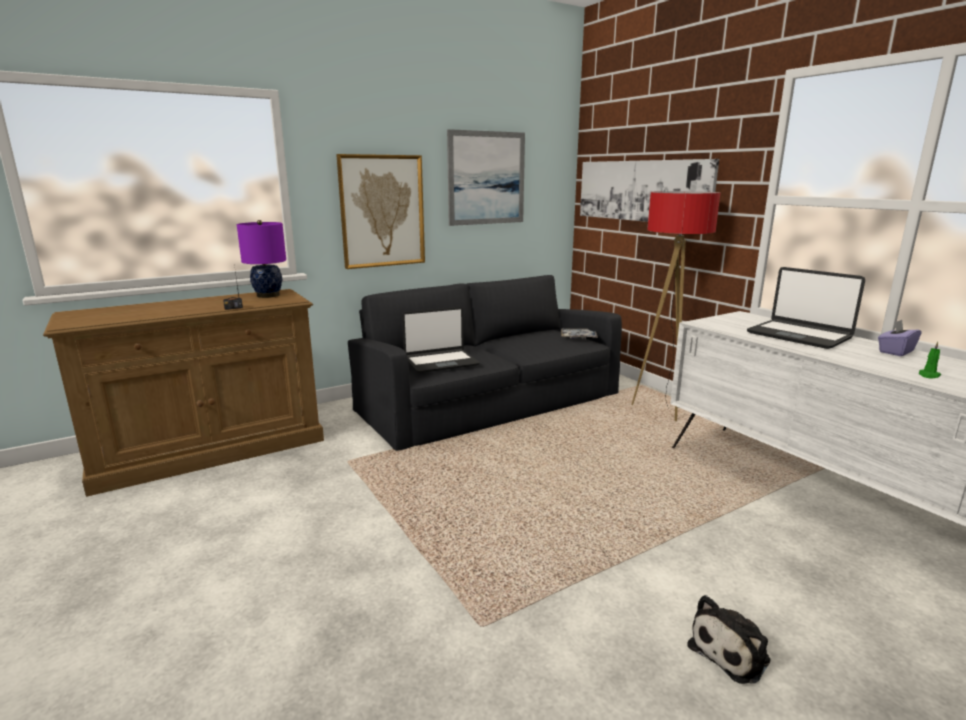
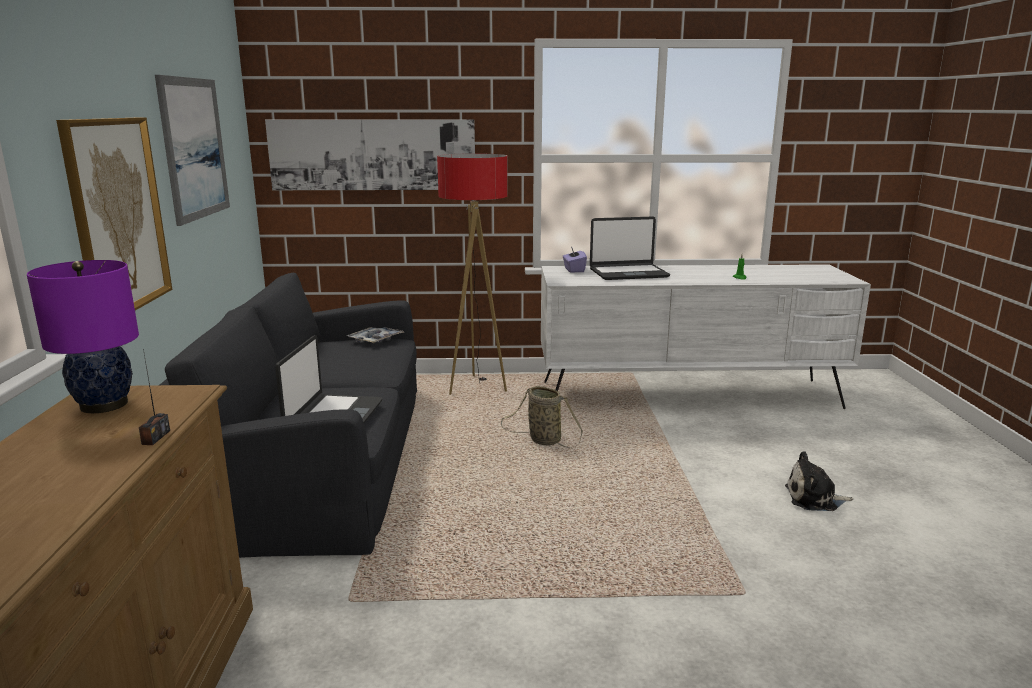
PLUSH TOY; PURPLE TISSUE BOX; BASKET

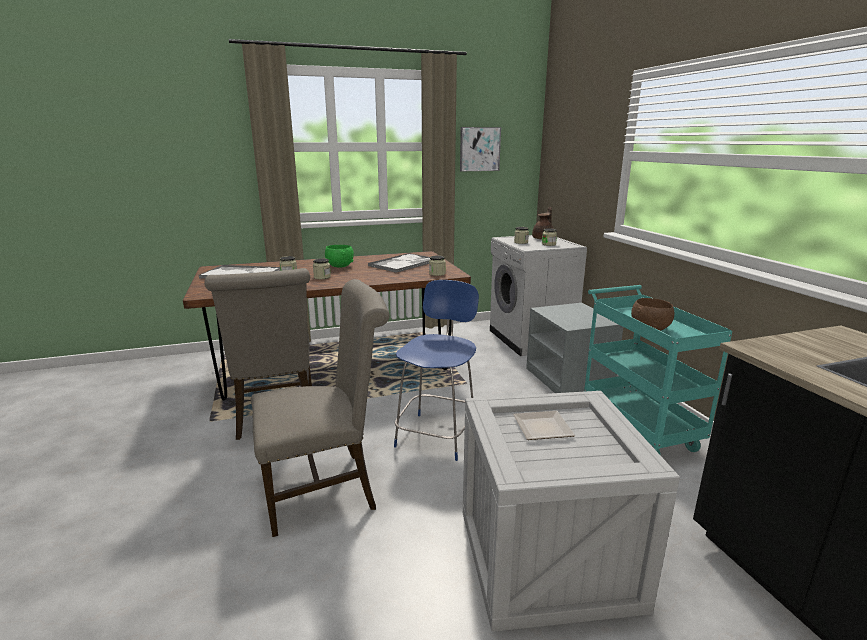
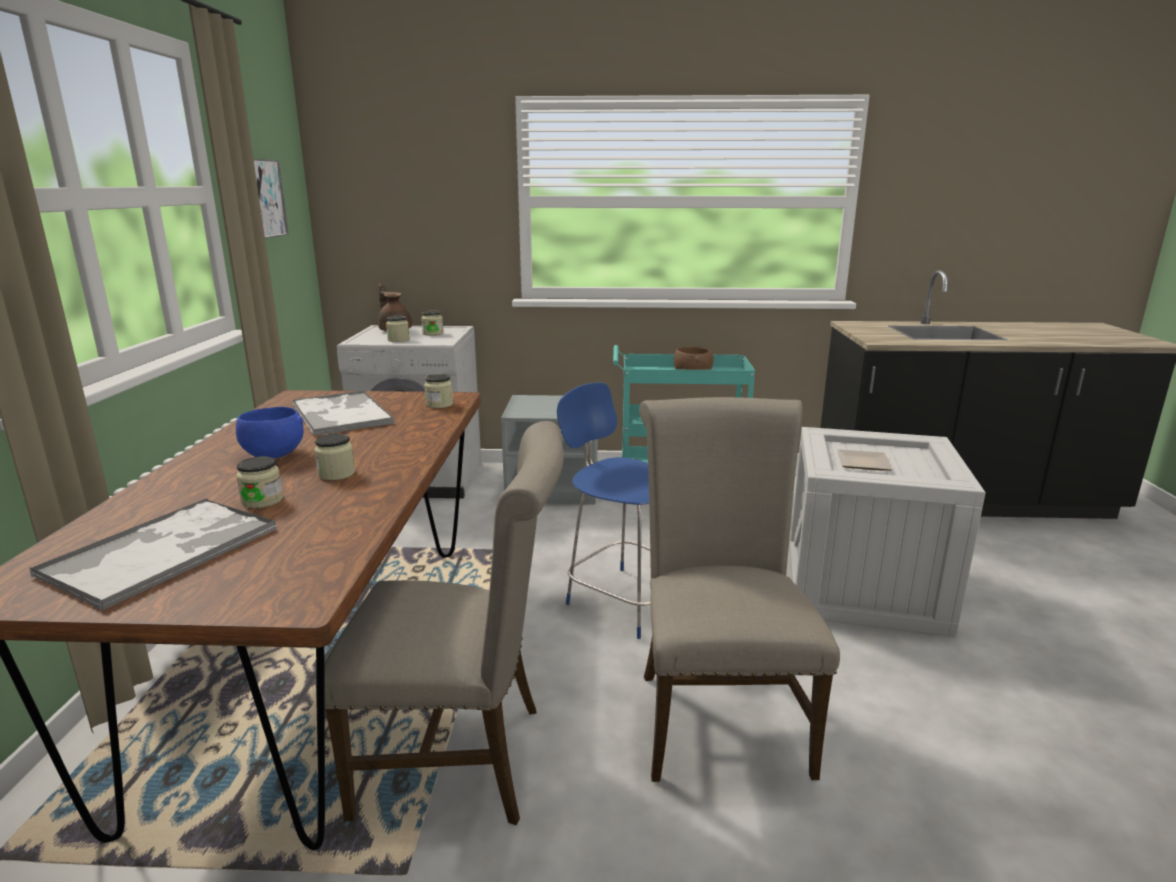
BLUE BOWL

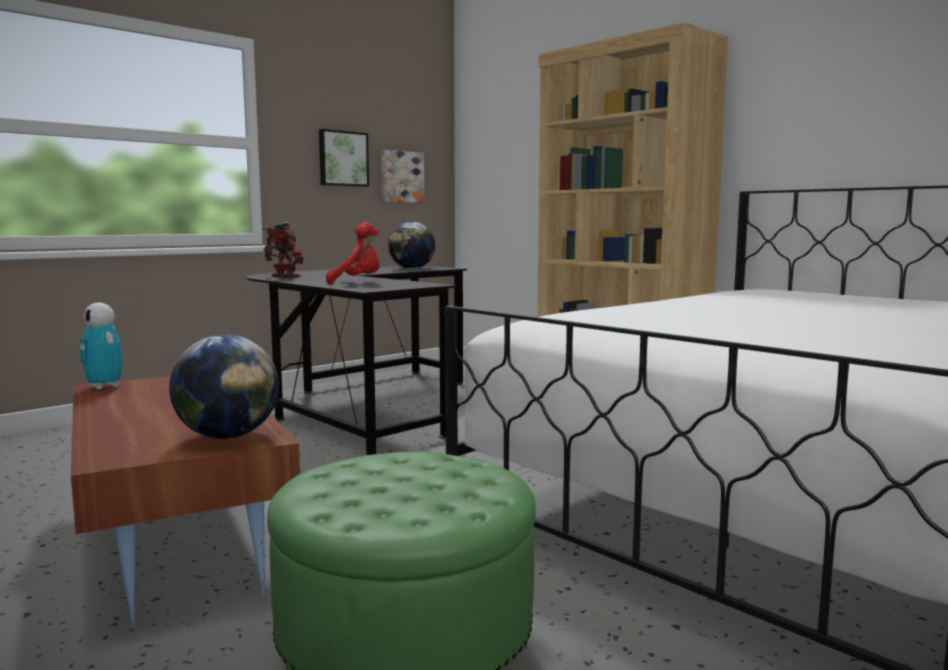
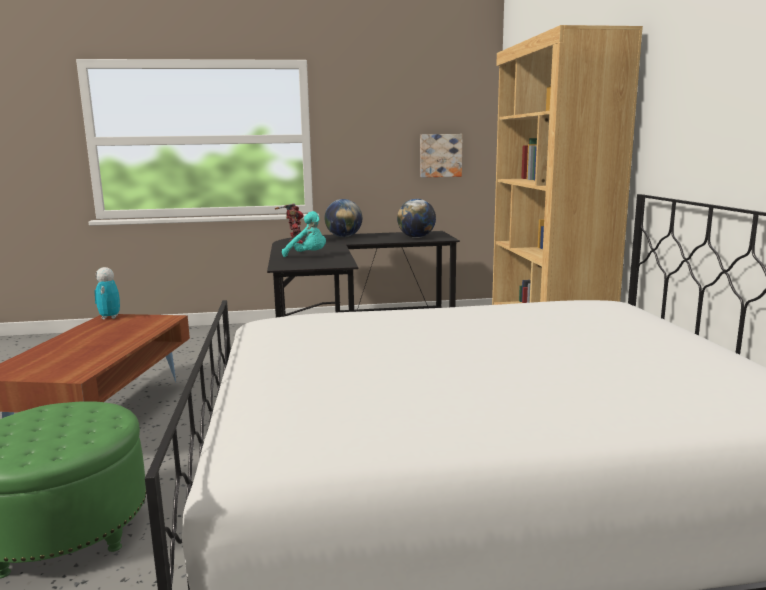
GLOBE (1st from left); PICTURE (1st from left in the first image); TURQUOISE PLUSH TOY

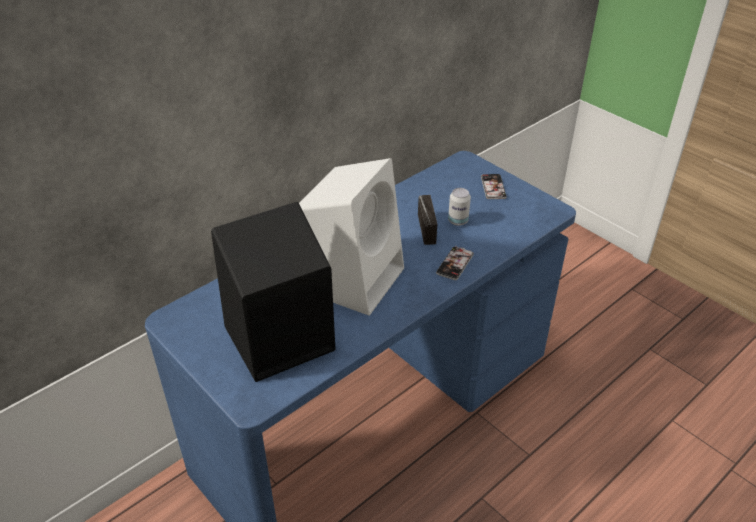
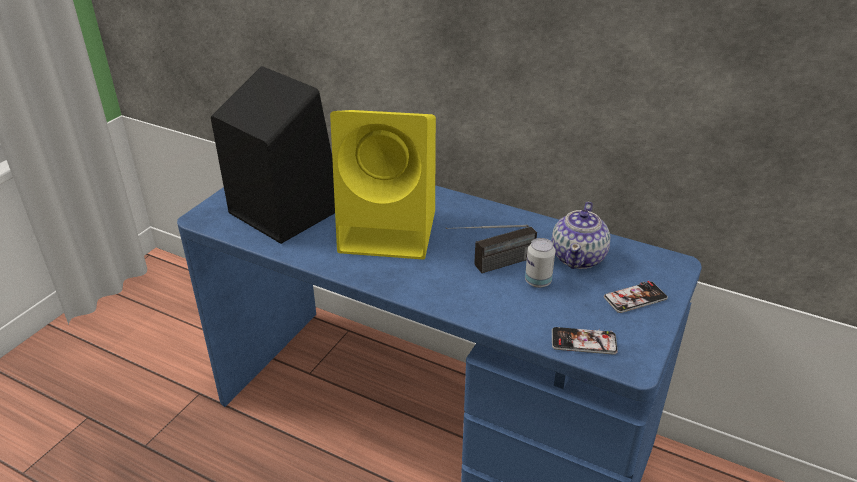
YELLOW SPEAKER; PHONE (1st from left); TEAPOT

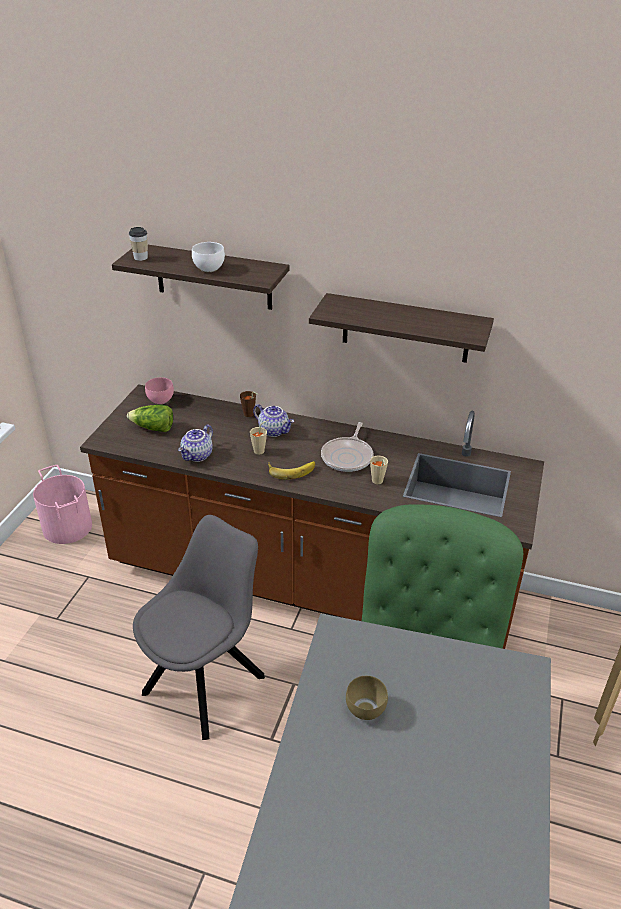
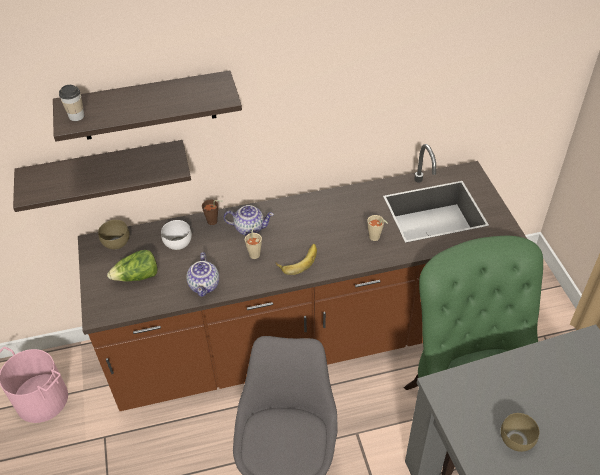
BROWN BOWL (1st from left); WHITE BOWL; SHELF (1st from left); FRYING PAN

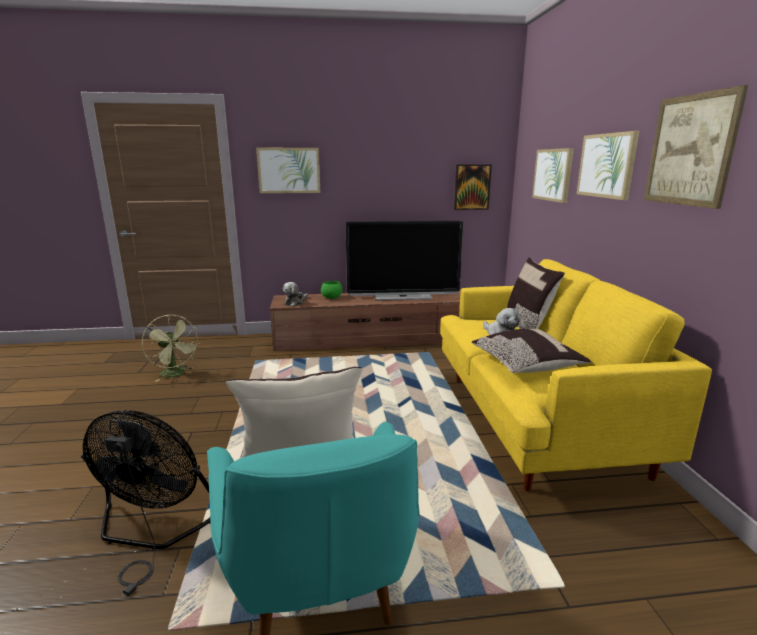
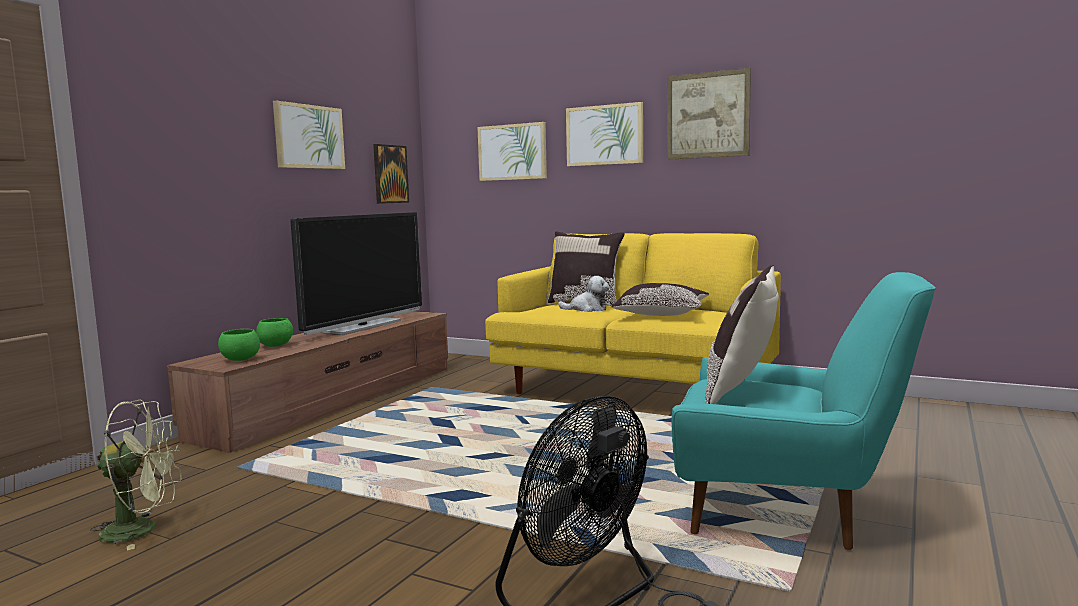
PICTURE (1st from left); GREEN BOWL (1st from left)

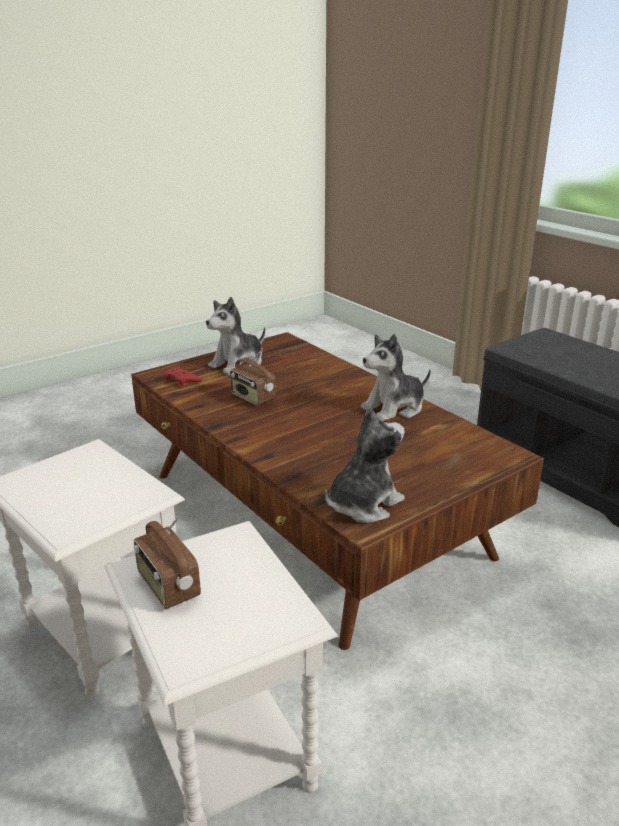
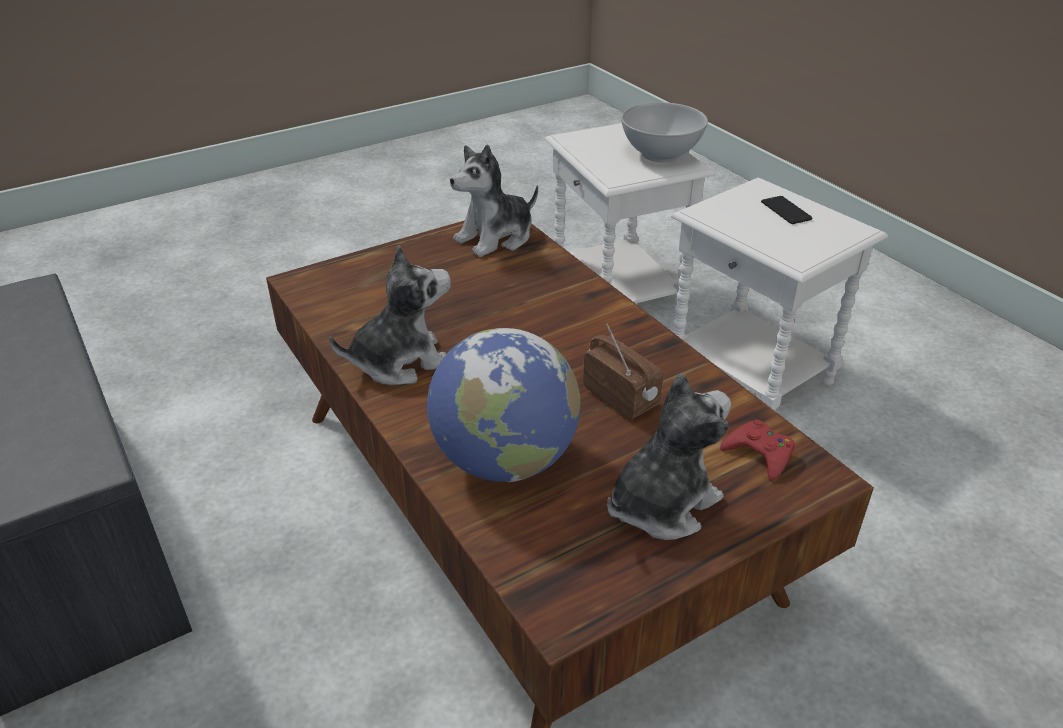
WHITE BOWL; GLOBE; PHONE

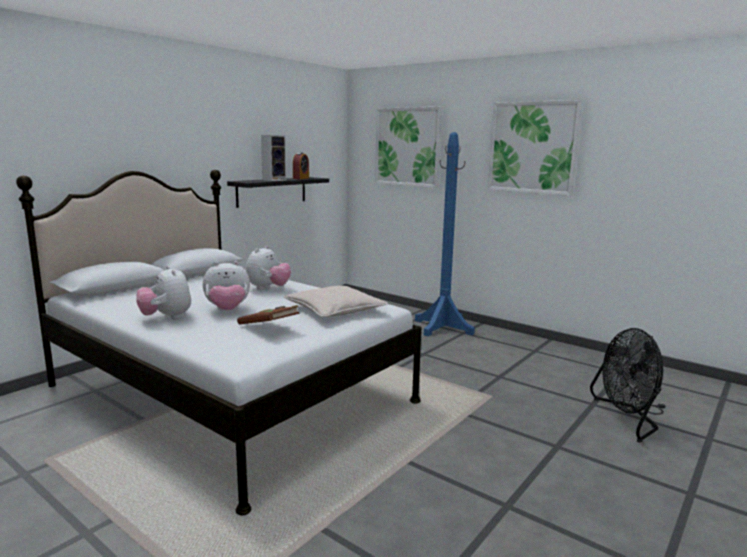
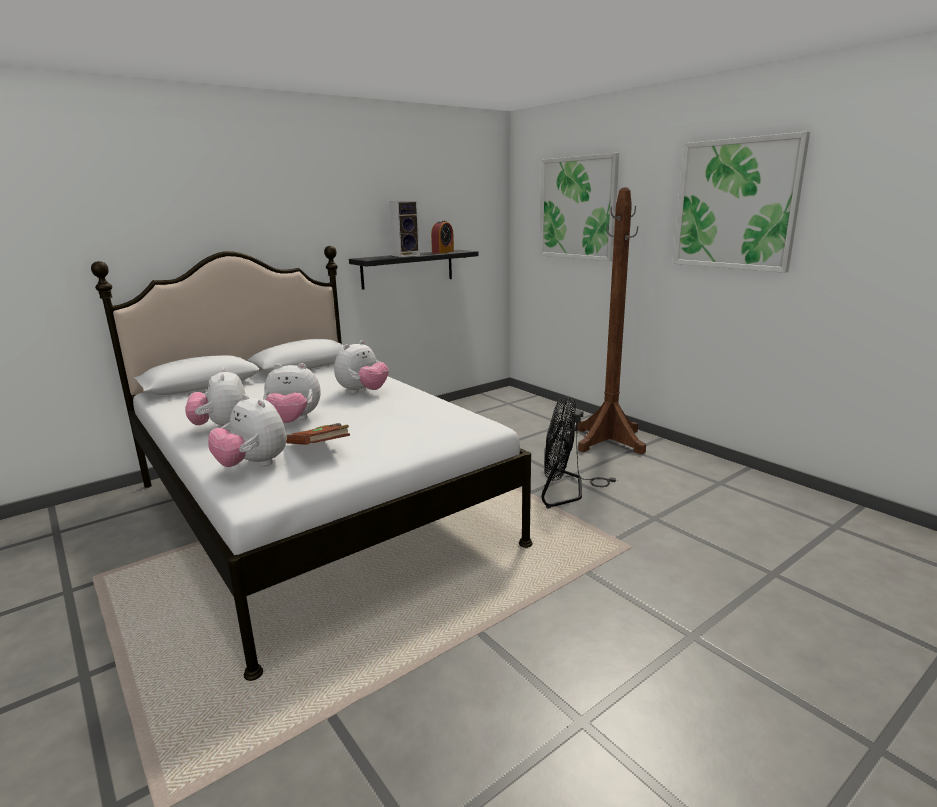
BEIGE PILLOW; BROWN CLOTHES RACK; BLACK FAN; PLUSH TOY (2nd from left)

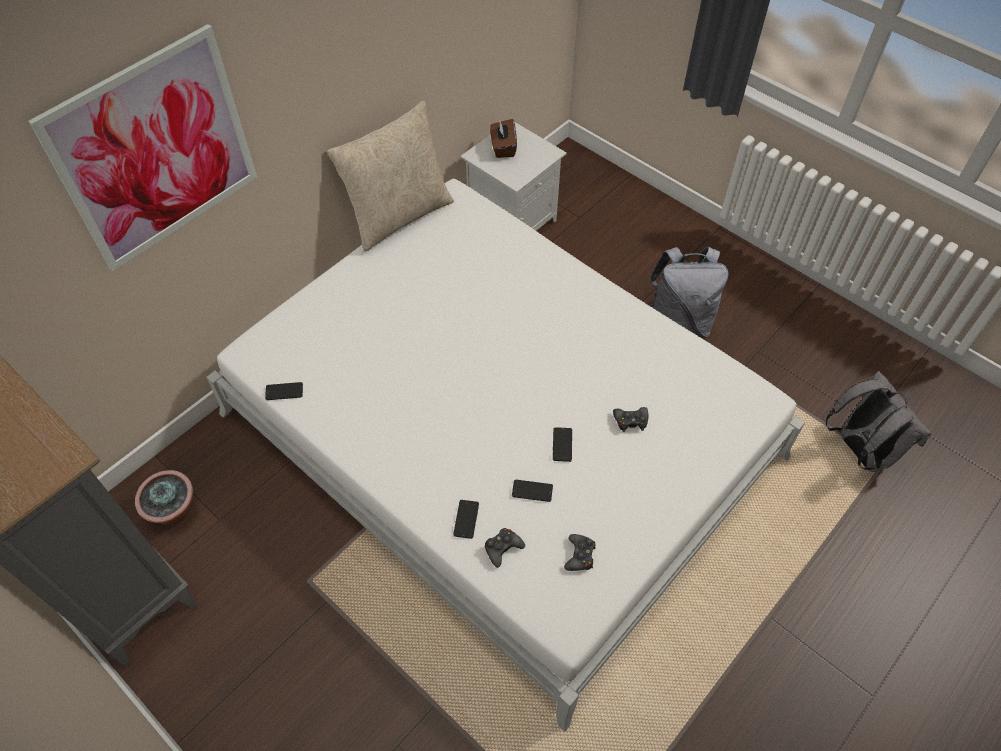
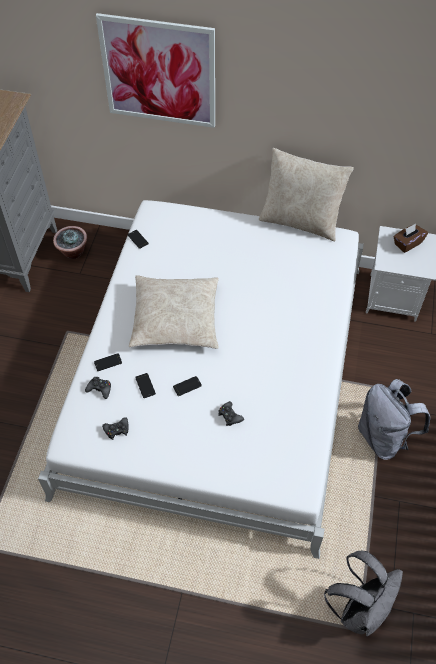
BEIGE PILLOW (1st from left)

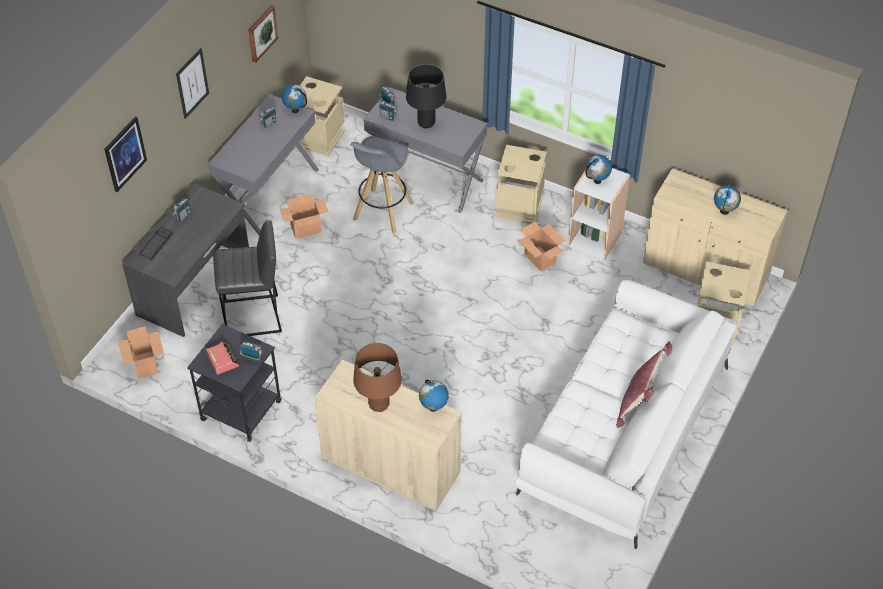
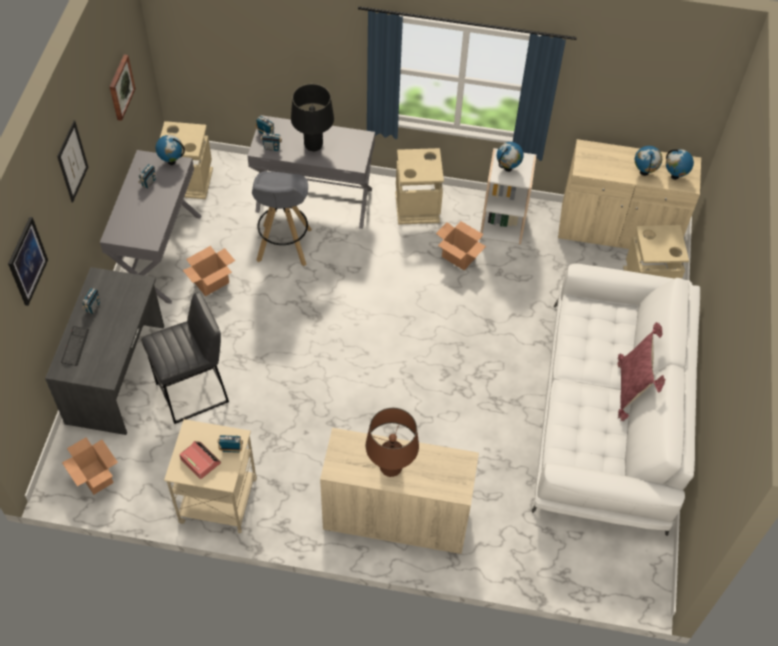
BEIGE CART; GLOBE (4th from left)

